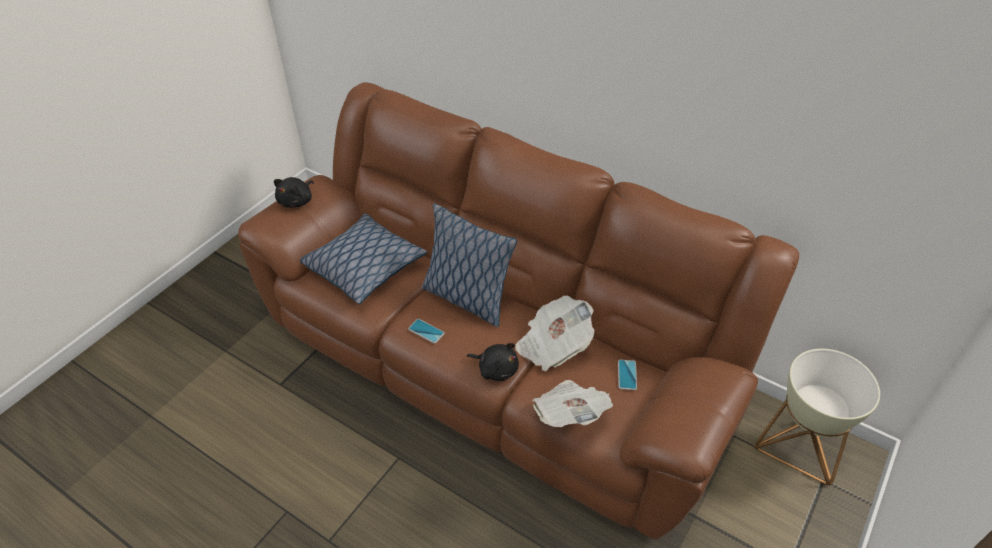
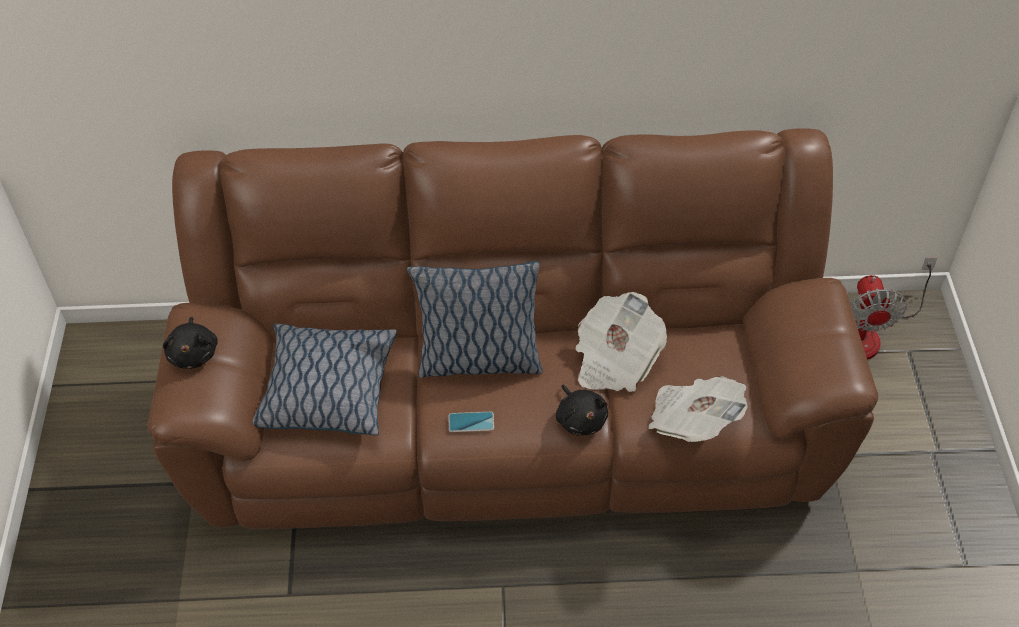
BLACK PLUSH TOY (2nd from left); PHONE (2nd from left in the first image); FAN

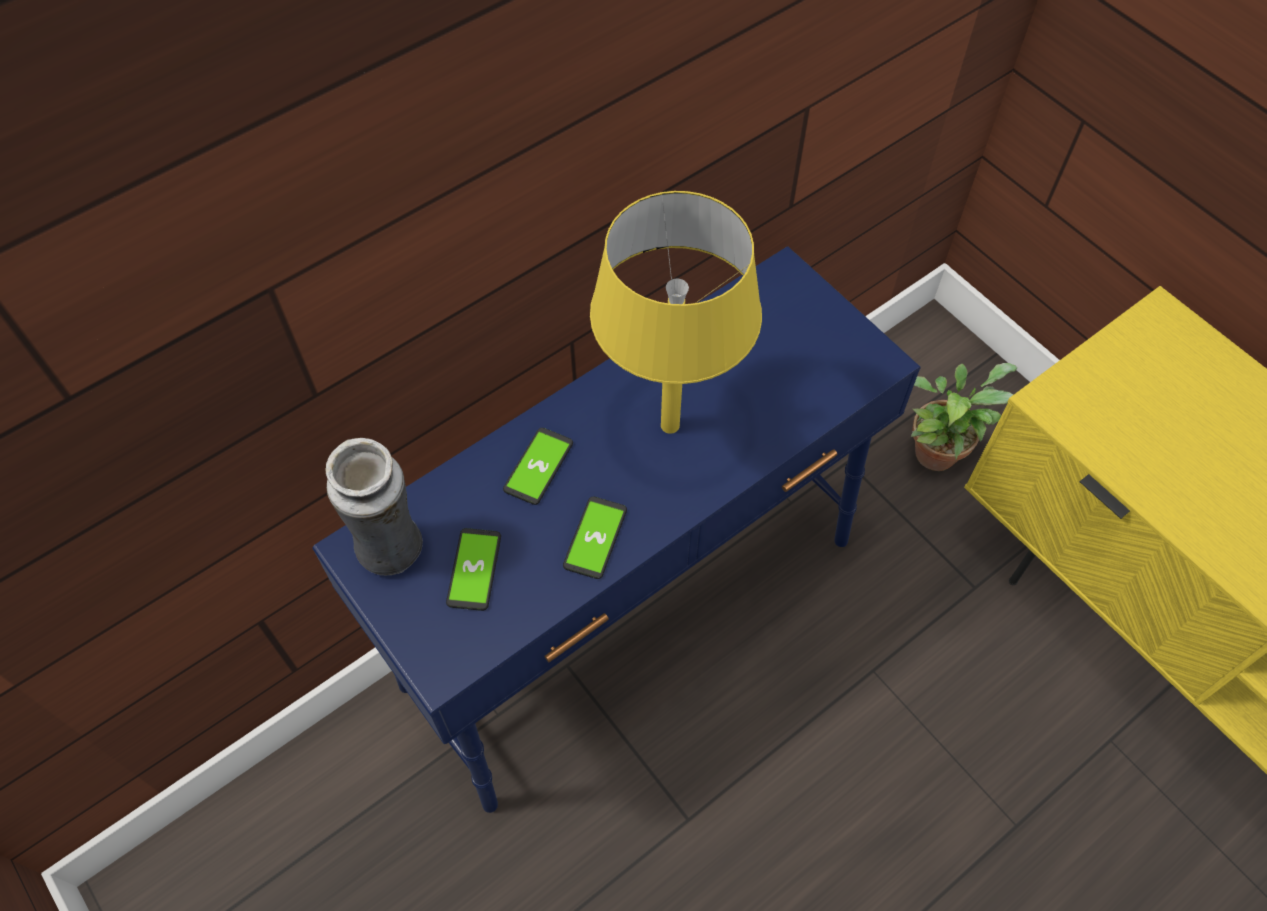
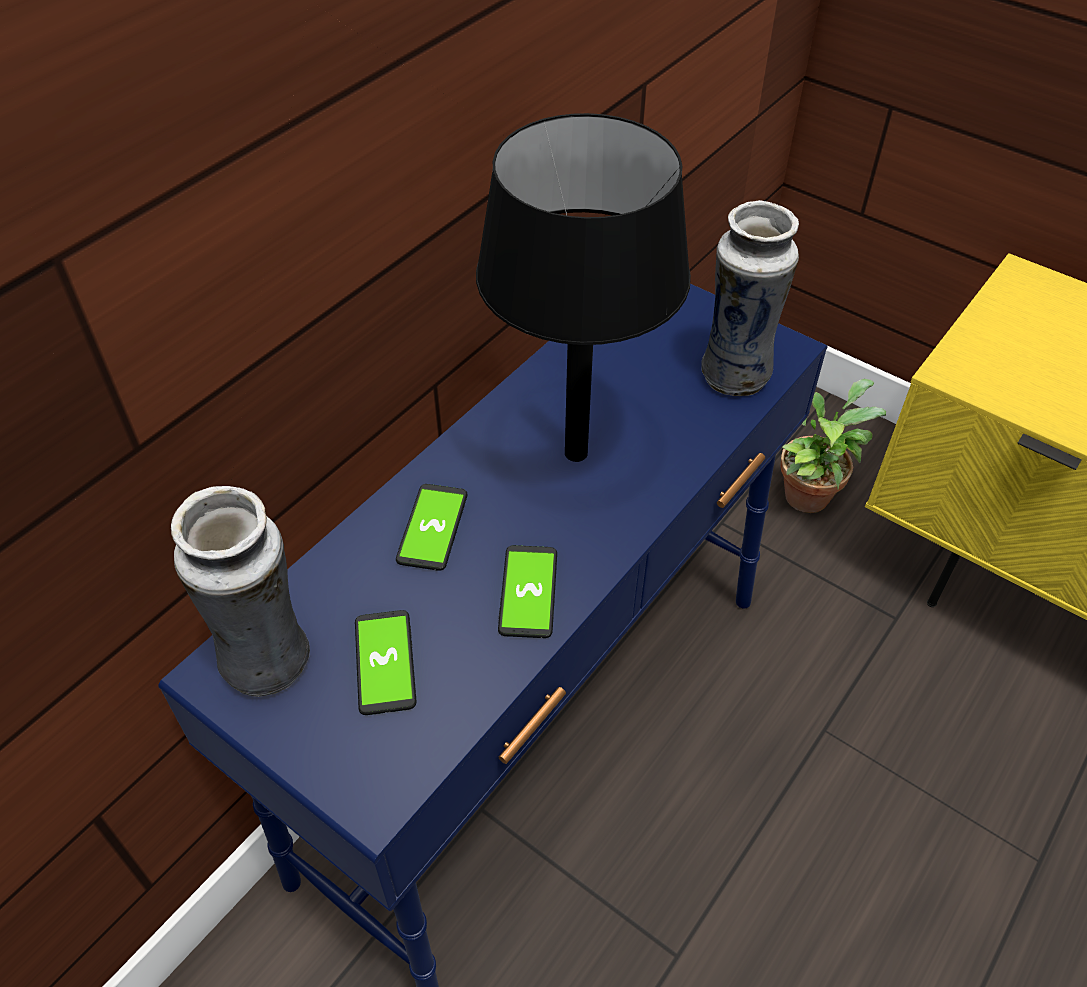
BLACK TABLE LAMP; VASE (2nd from left)

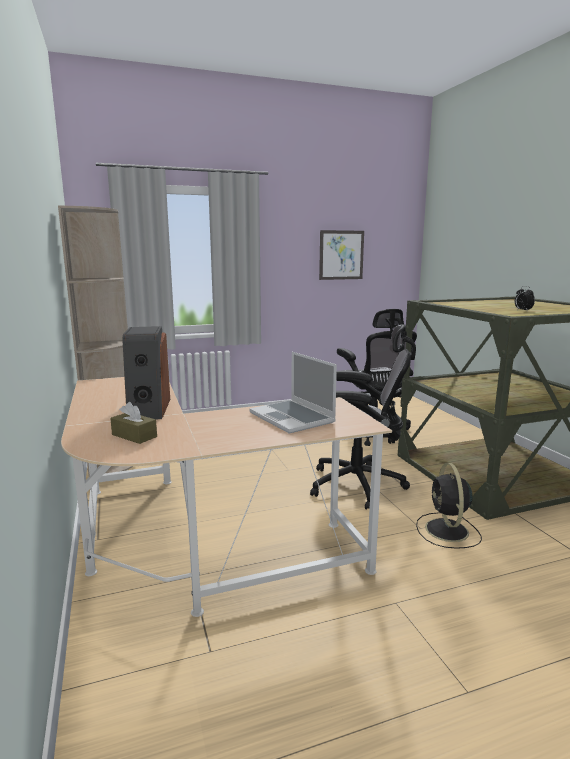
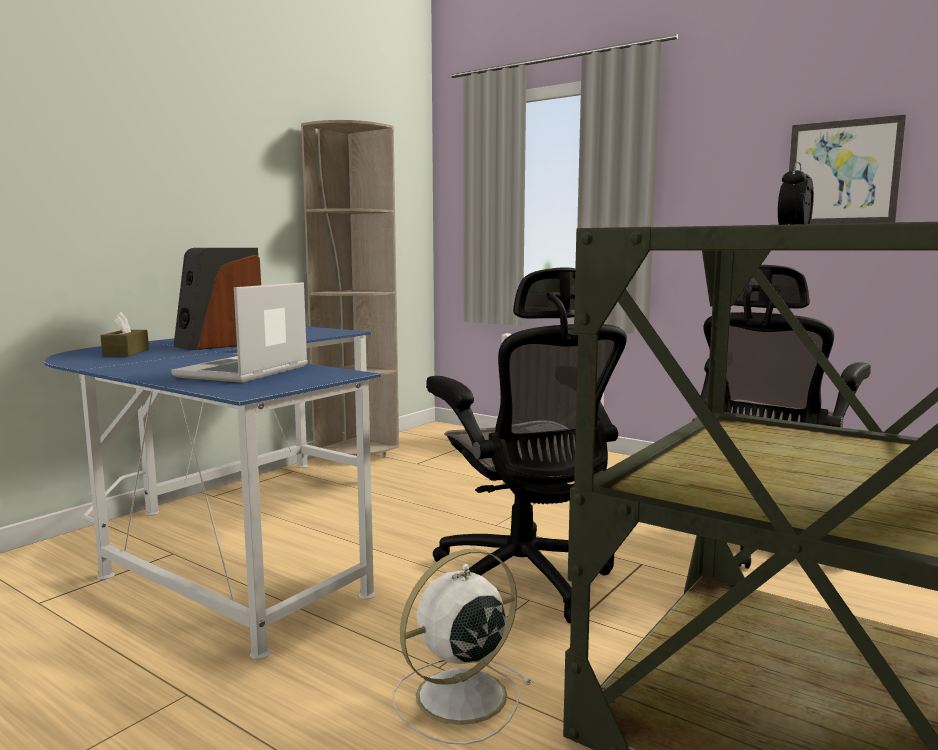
BLUE DESK; WHITE FAN

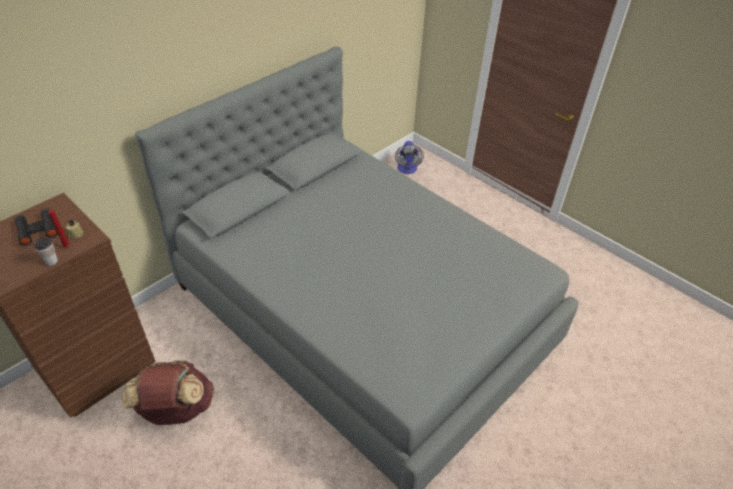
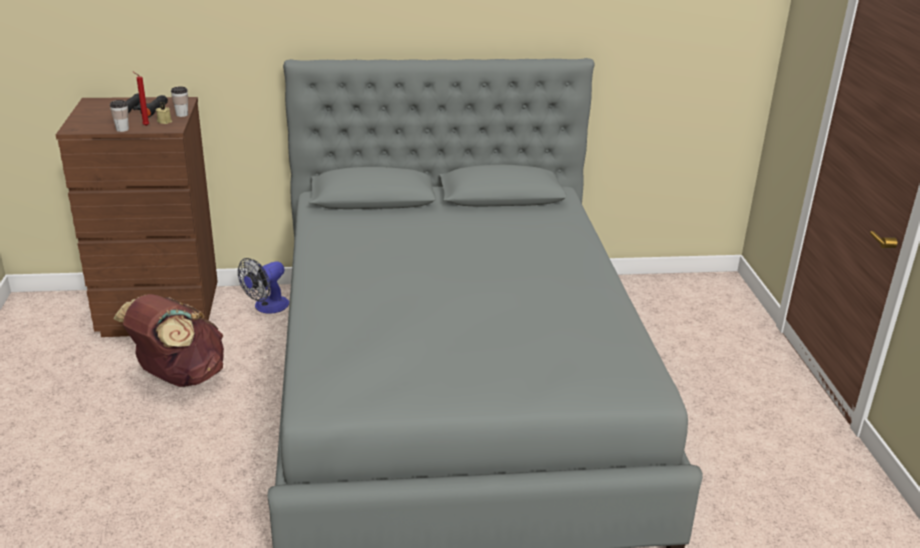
FAN; CUP (2nd from left)

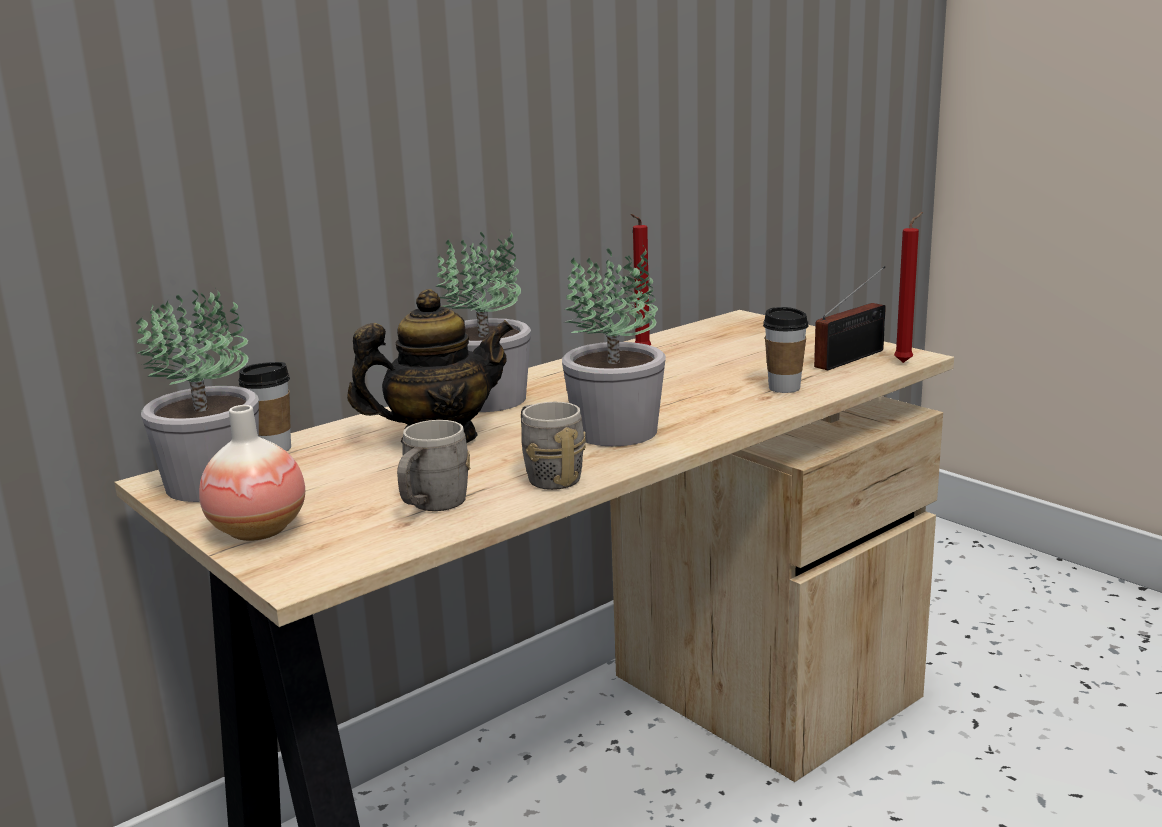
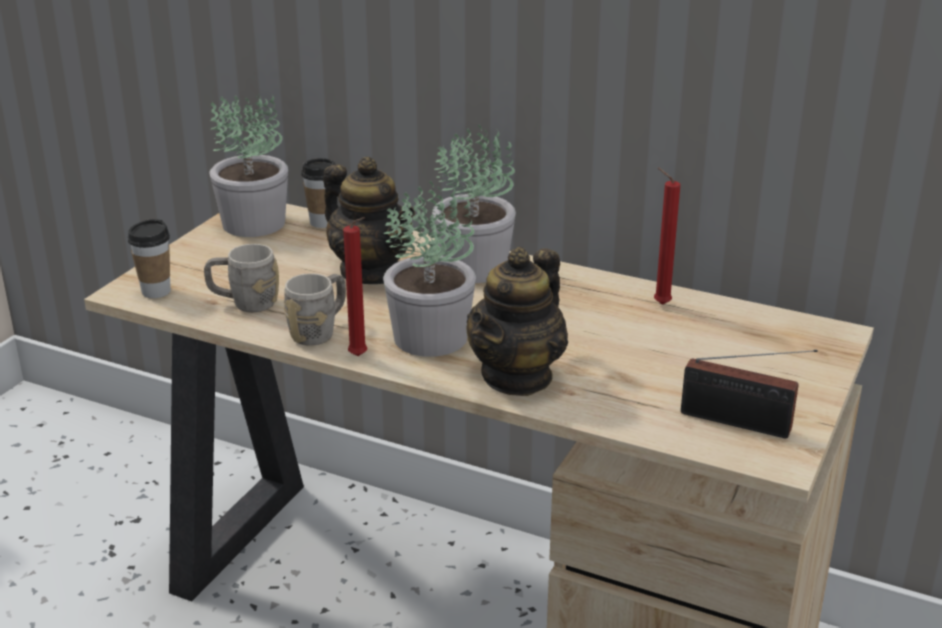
VASE; CUP (1st from left); RED CANDLE (1st from left); TEAPOT (2nd from left)

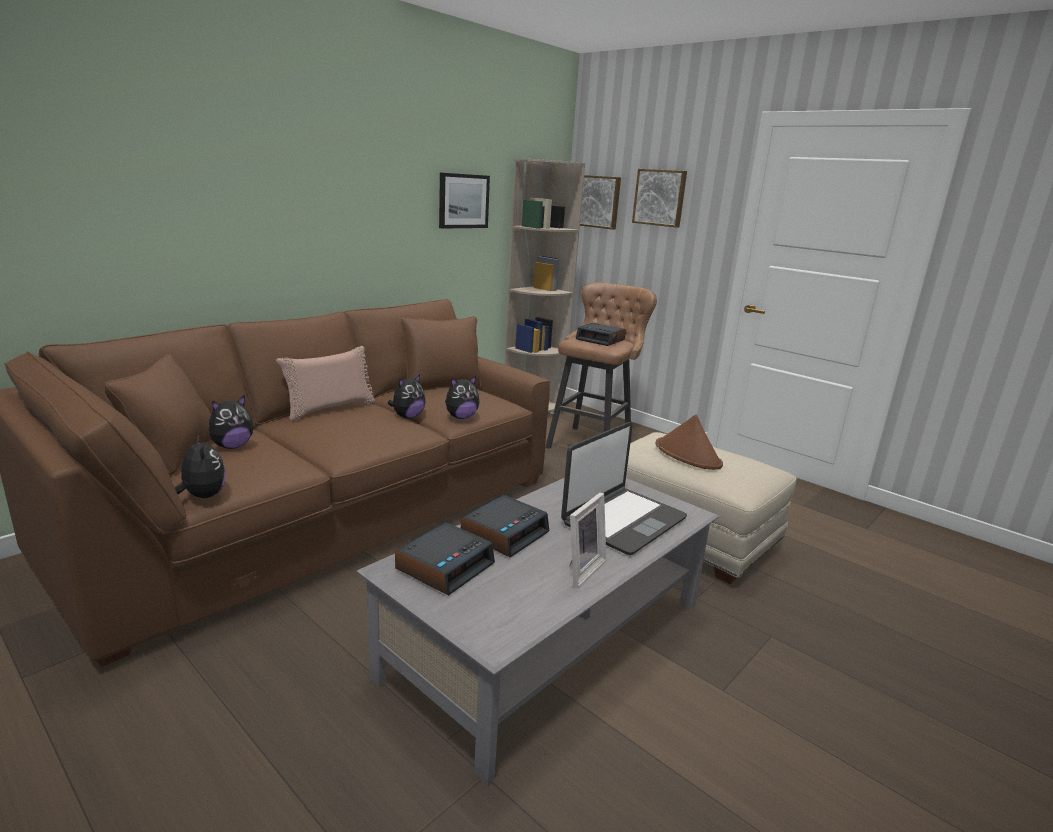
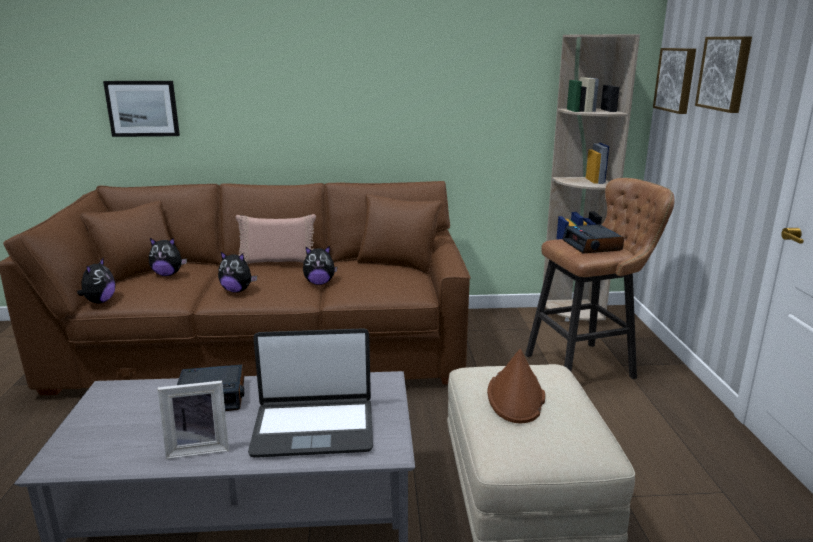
ALARM CLOCK (1st from left in the first image); PICTURE (1st from left); PLUSH TOY (3rd from left)

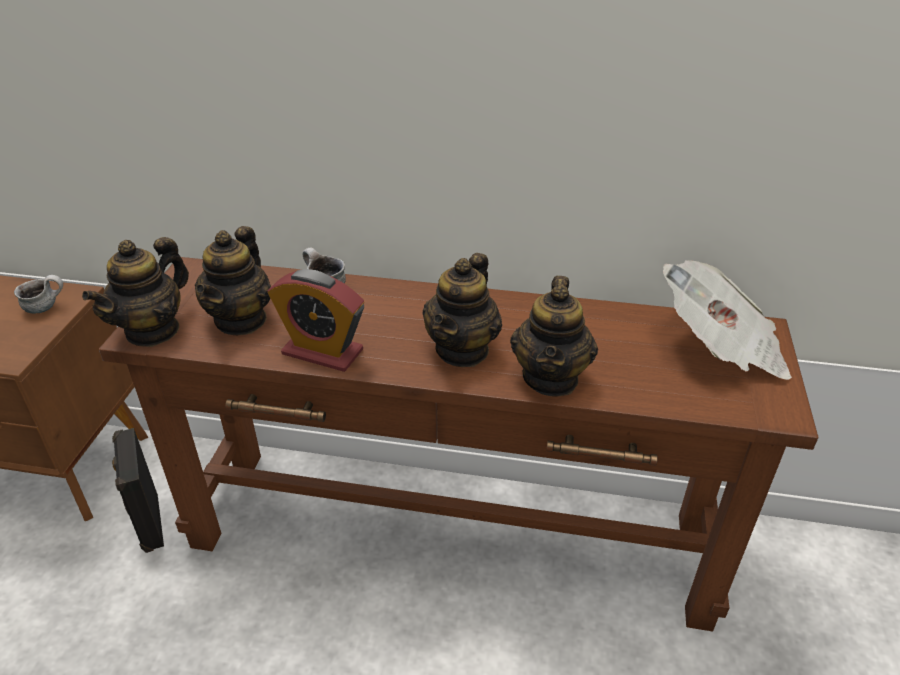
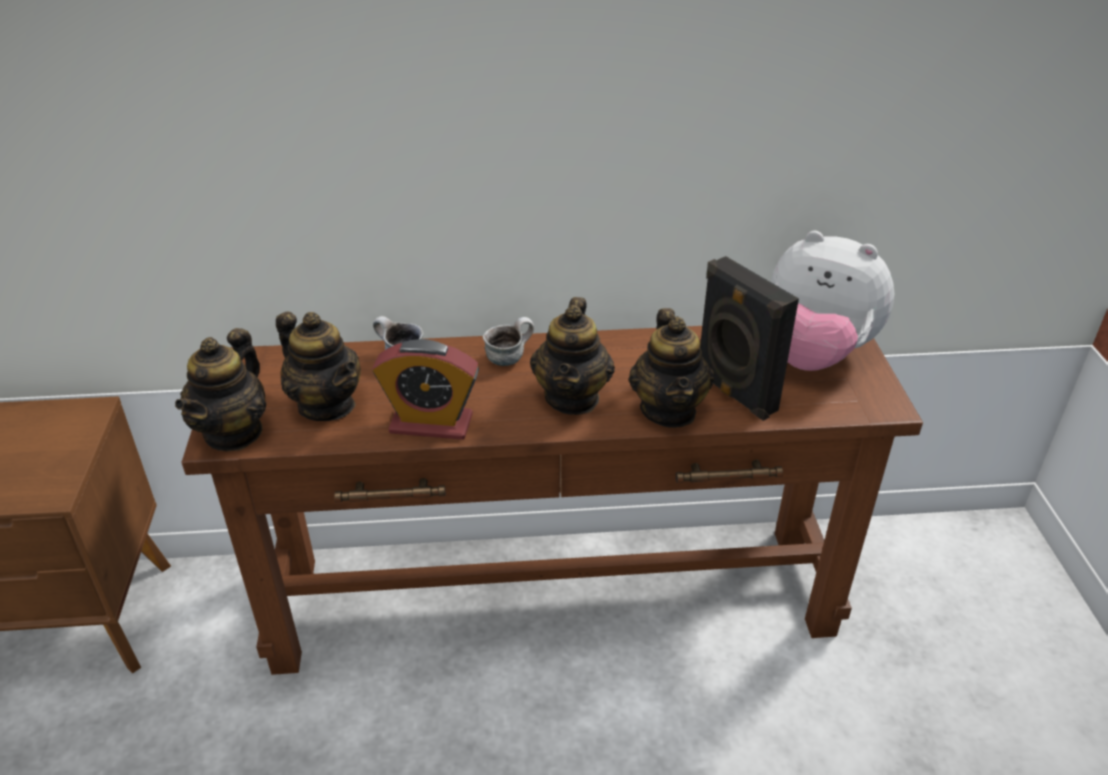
MUG (2nd from left); BLACK SPEAKER; TEAPOT (2nd from left); PLUSH TOY

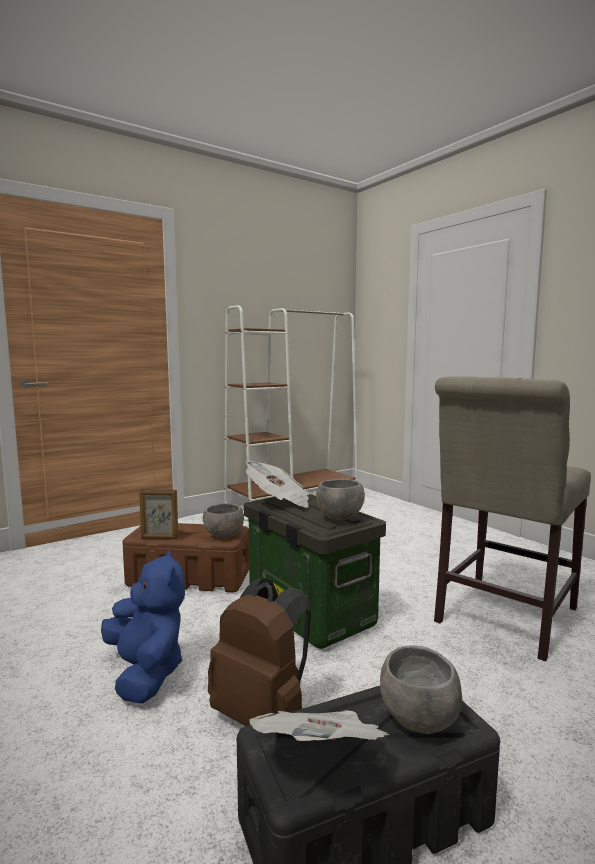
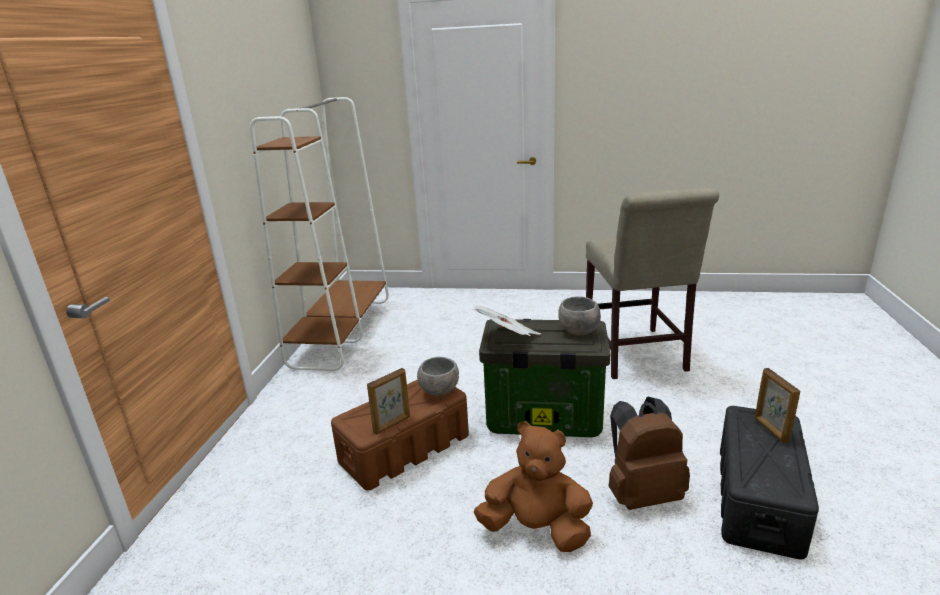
BROWN PLUSH TOY; NEWSPAPER (2nd from left in the first image); PICTURE FRAME (2nd from left)

